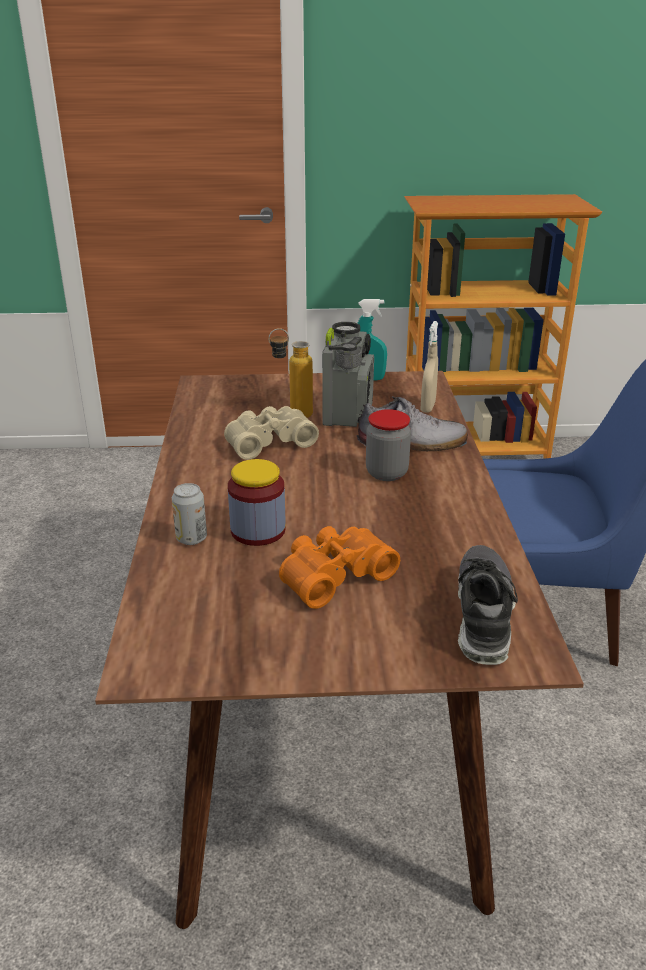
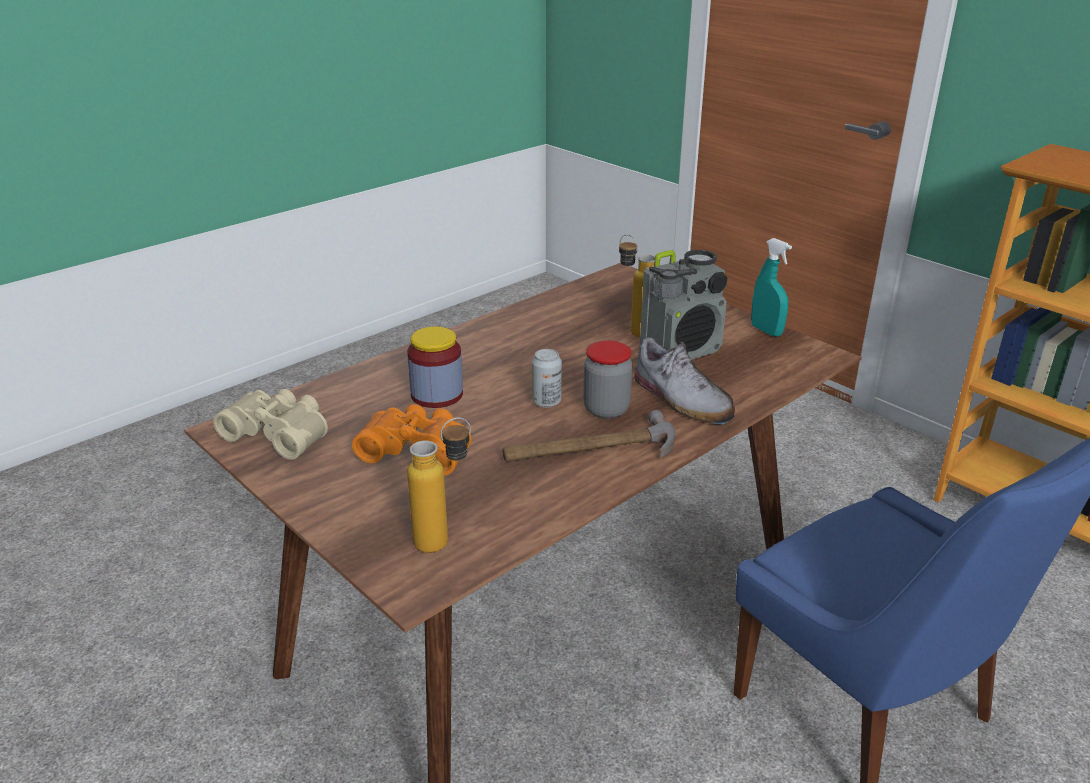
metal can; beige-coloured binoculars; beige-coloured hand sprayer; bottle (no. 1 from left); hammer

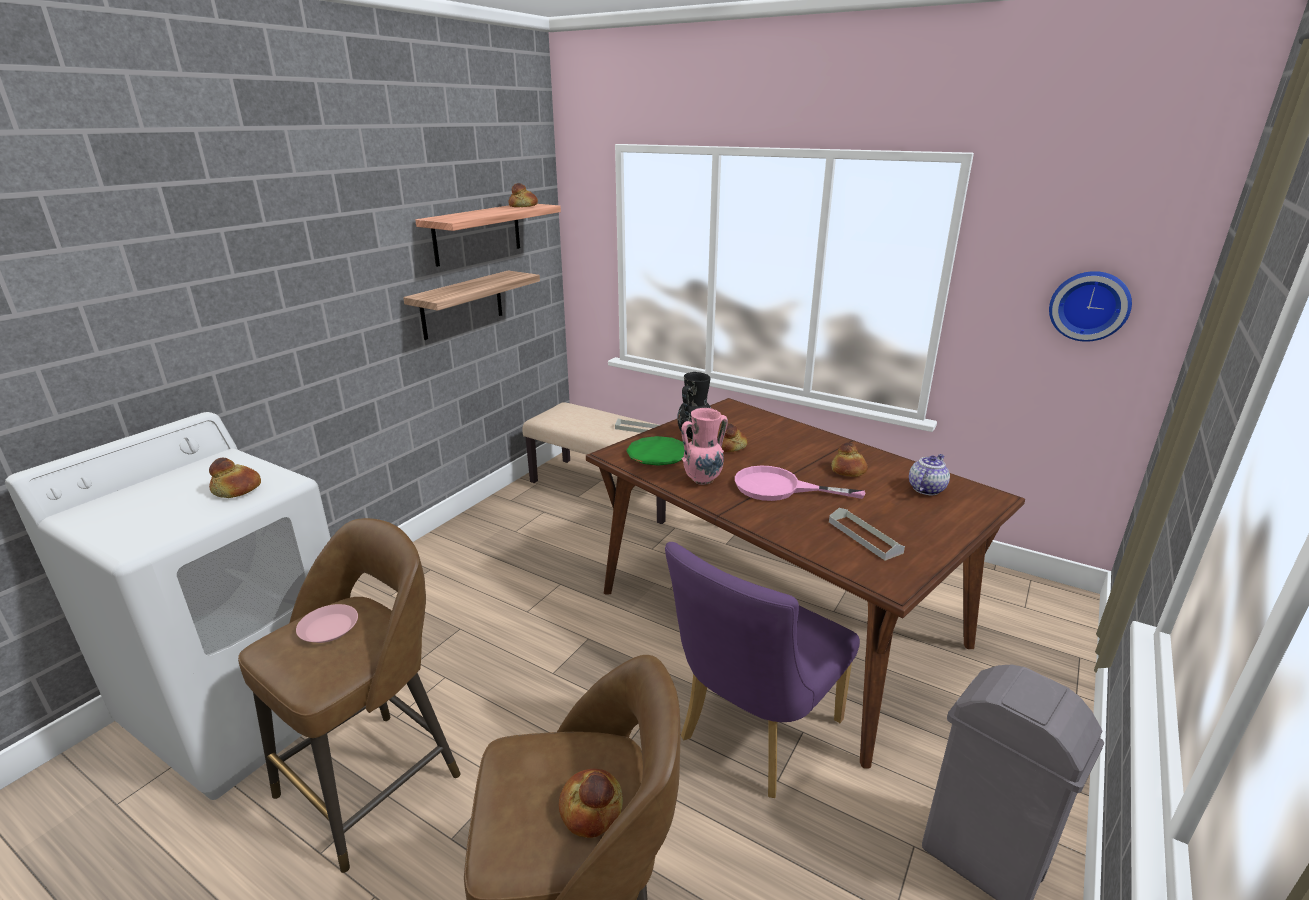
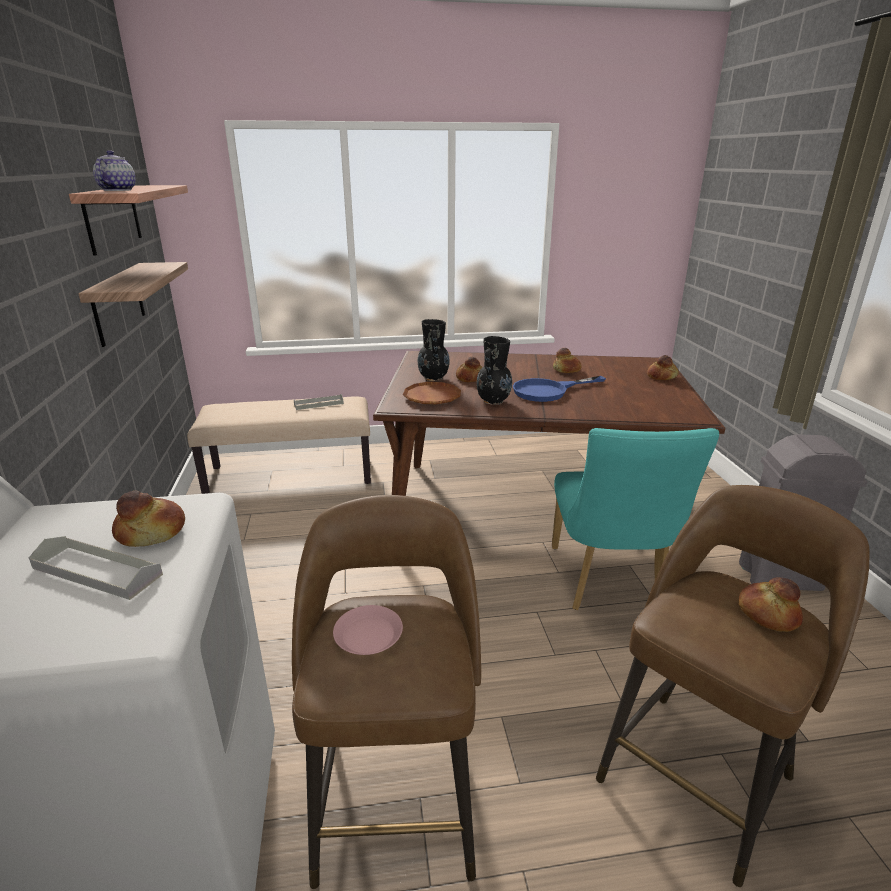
bakery bread (no. 4 from left); brownish flat dish; turquoise plain chair; blackish decorative vase (no. 2 from left); blue frying pan; greyish tray (no. 1 from left); pot for tea; clock on the wall

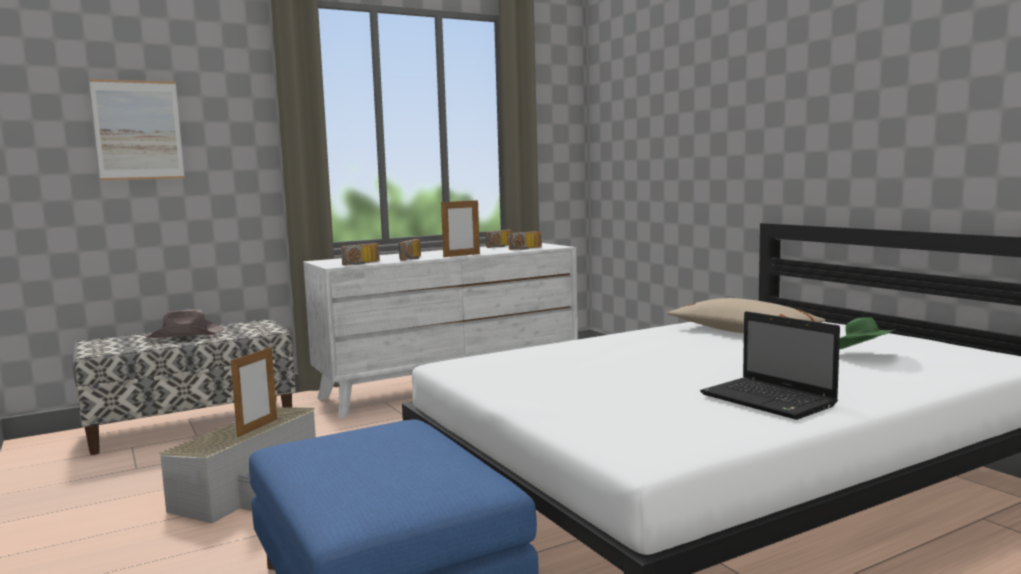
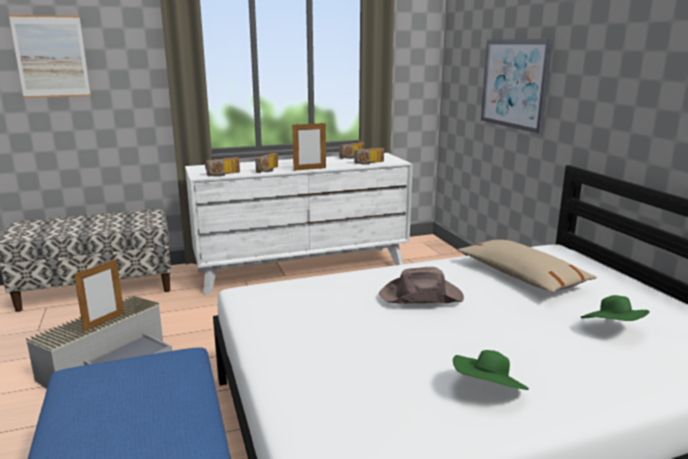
brownish hat; greenish hat (no. 1 from left); wall art (no. 2 from left)

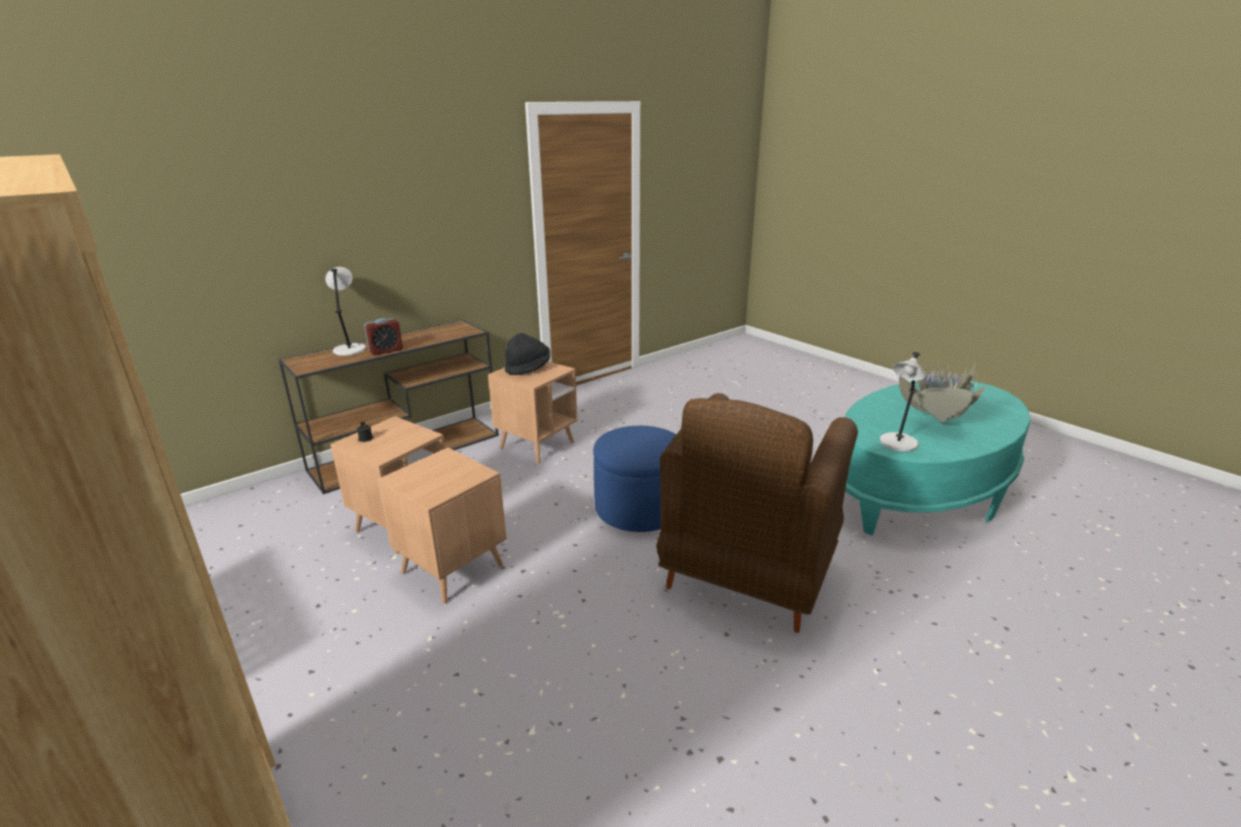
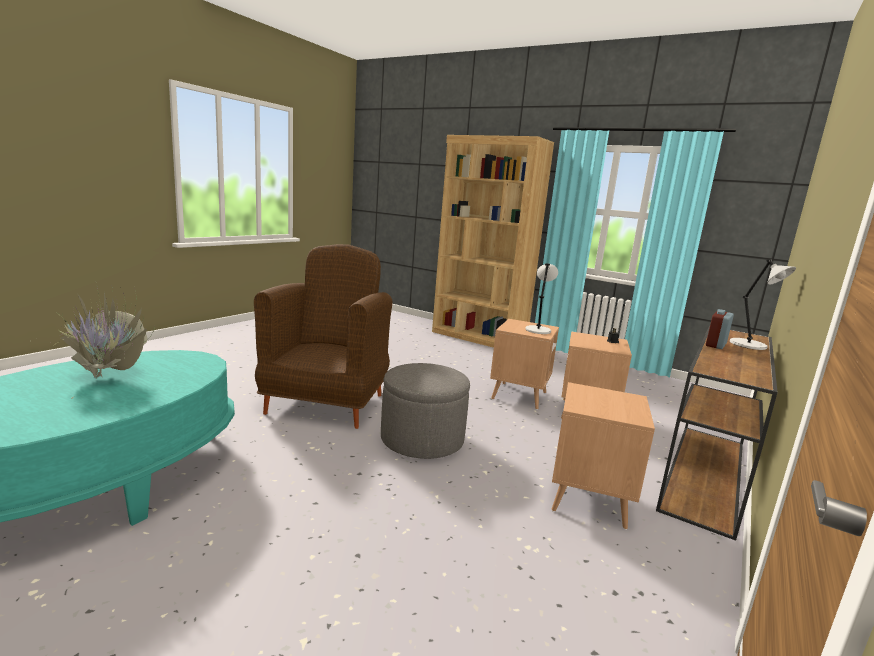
blackish hat; greyish footrest; greyish lamp for a table (no. 1 from left)

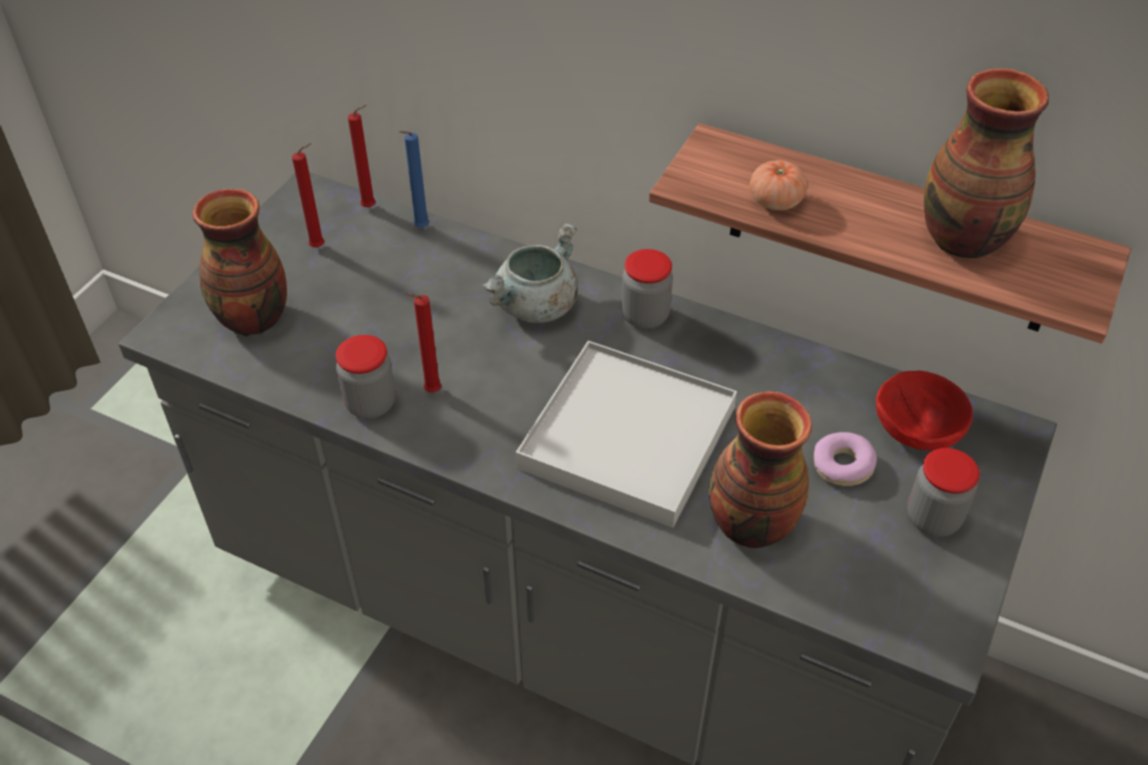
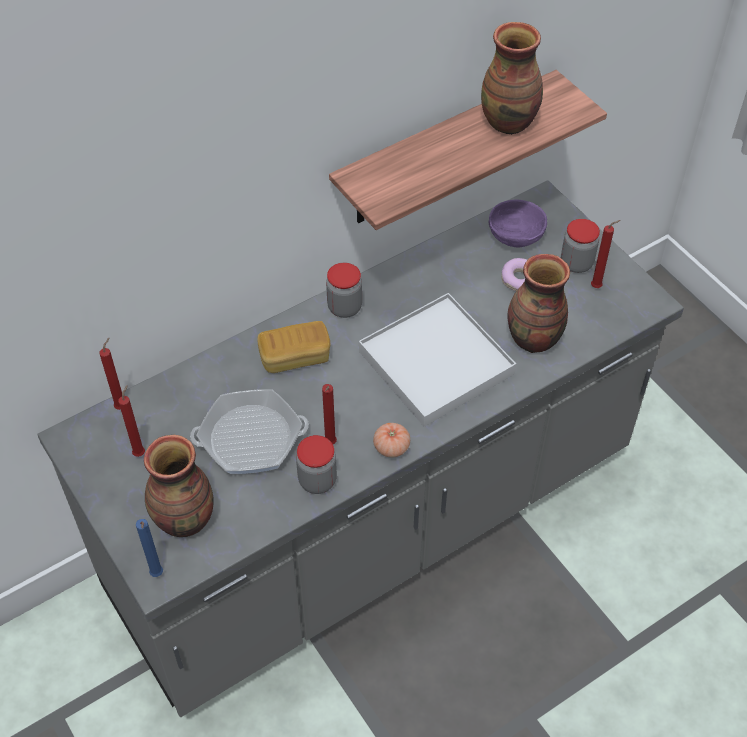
blue candle; bakery bread; fresh tomato; purplish serving bowl; frying pan; red candle (no. 4 from left)

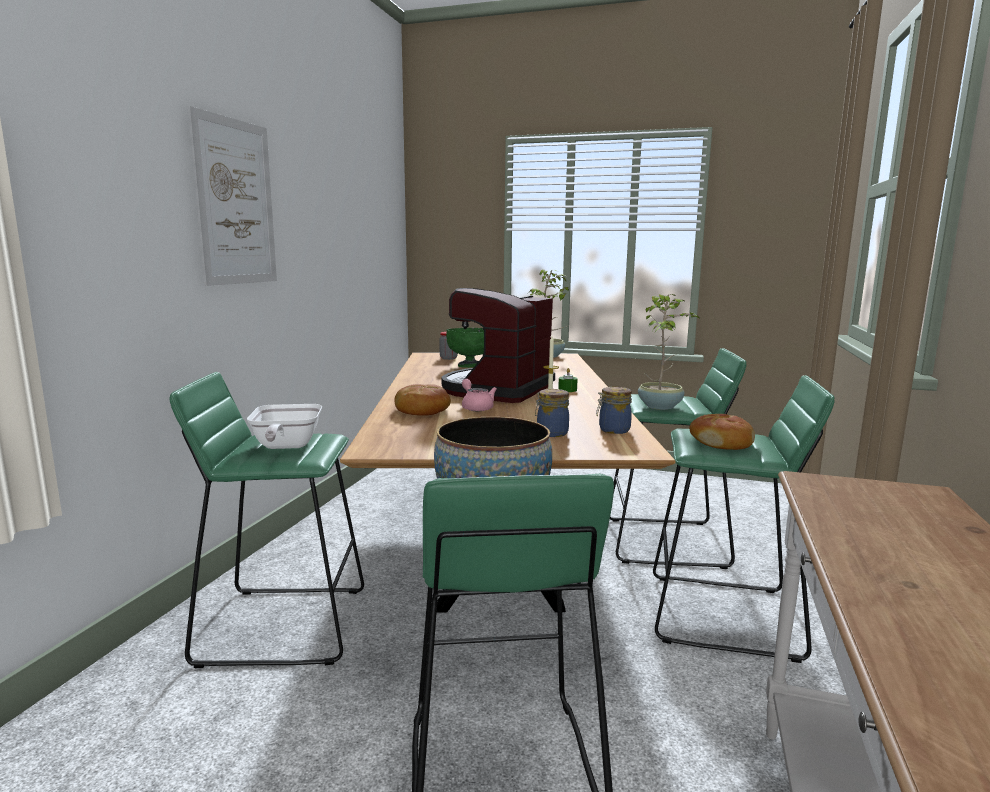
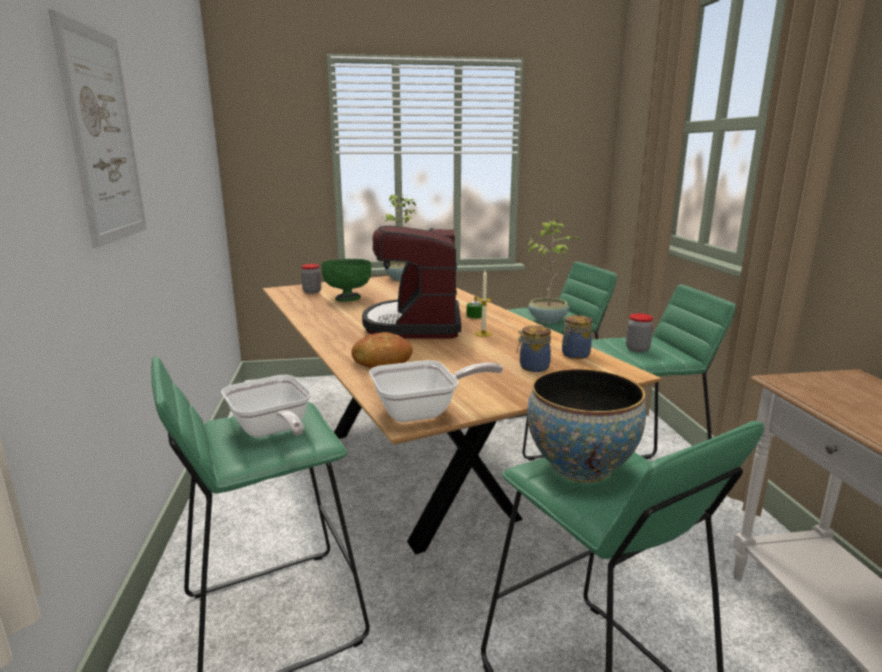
pink-coloured pot for tea; preserve jar (no. 4 from left); frying pan (no. 2 from left)

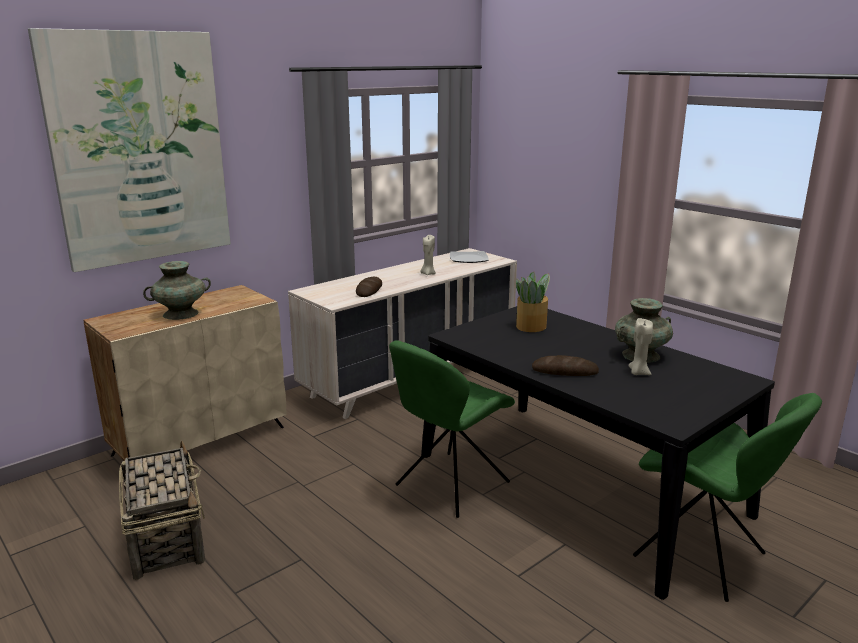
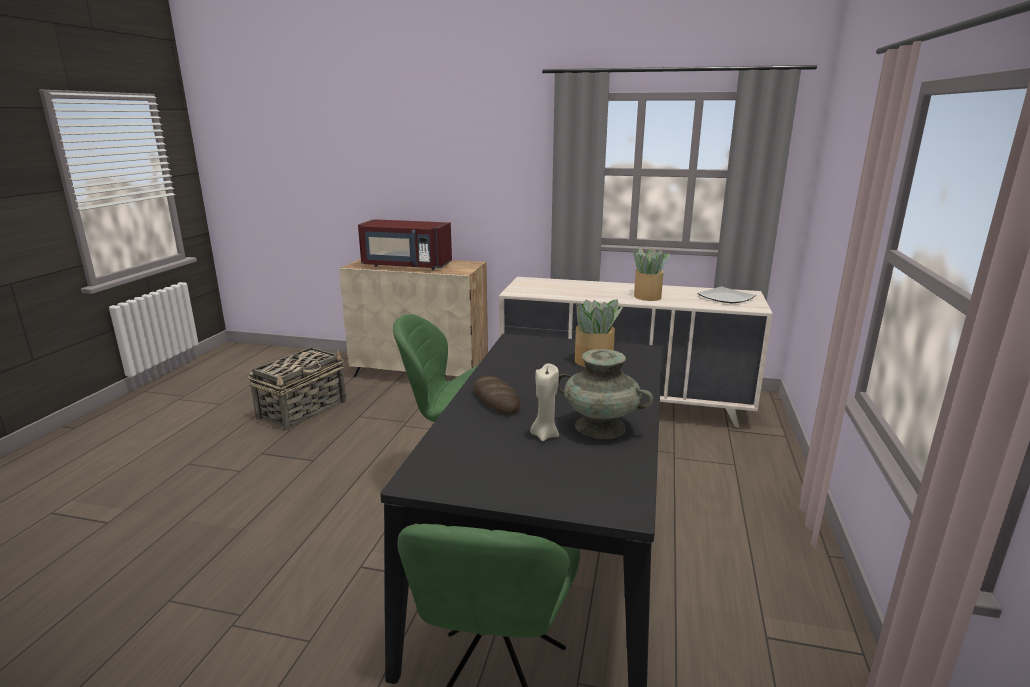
wall art; red microwave; bakery bread (no. 1 from left in the first image); houseplant (no. 2 from left)

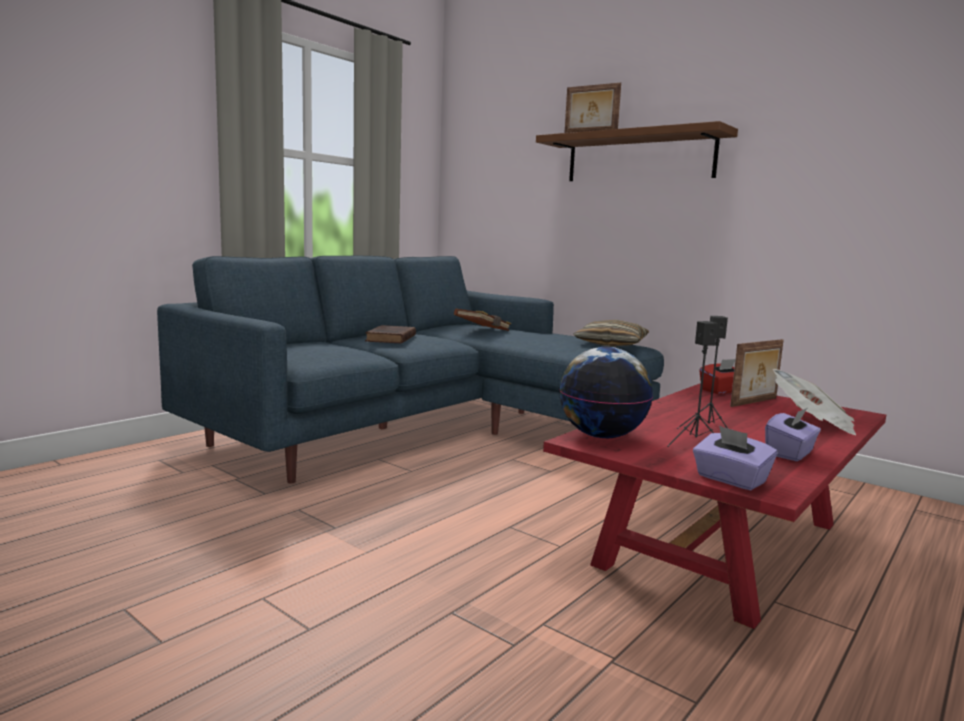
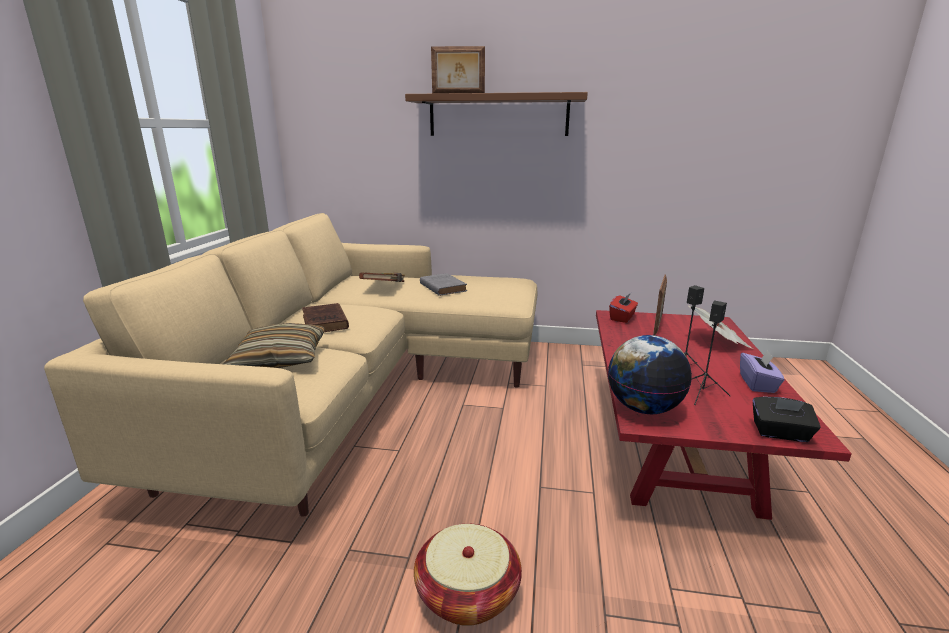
beige-coloured couch; pillow; blackish box of tissues; household basket; greyish book

